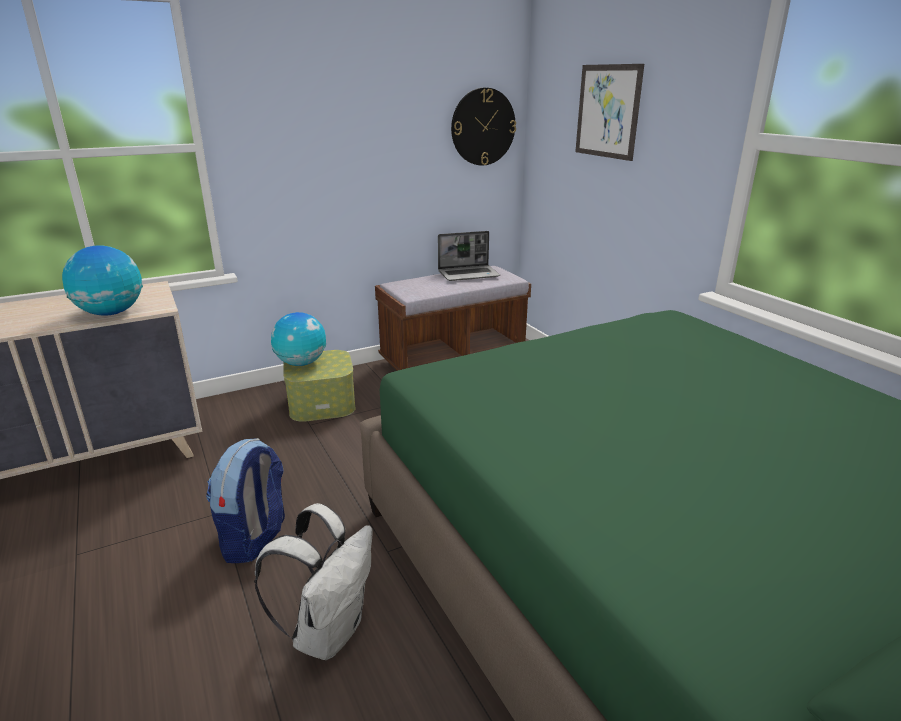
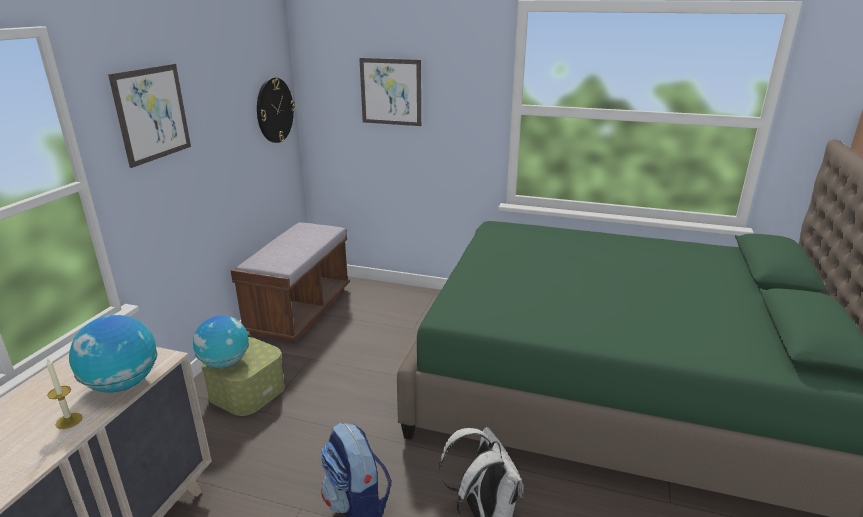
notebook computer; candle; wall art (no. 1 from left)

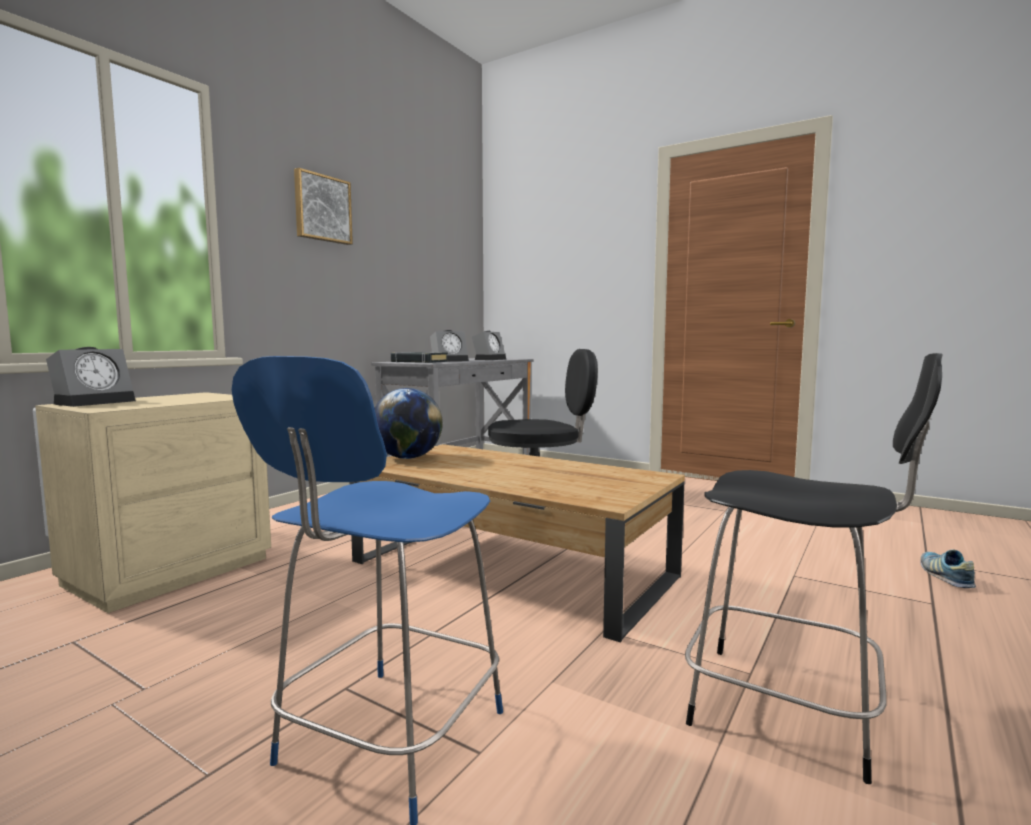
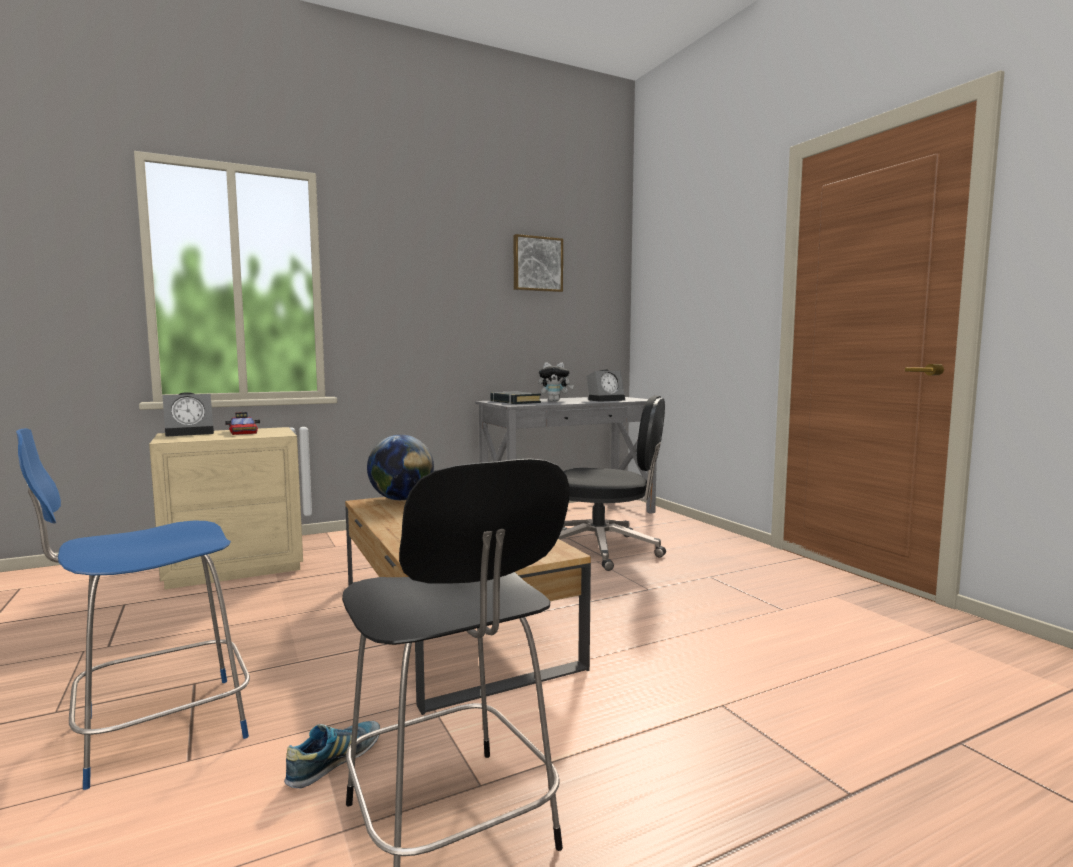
wall art; cuddly toy; shoe; model car

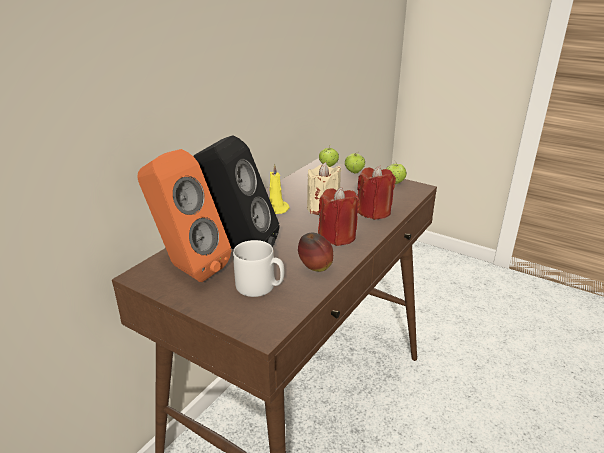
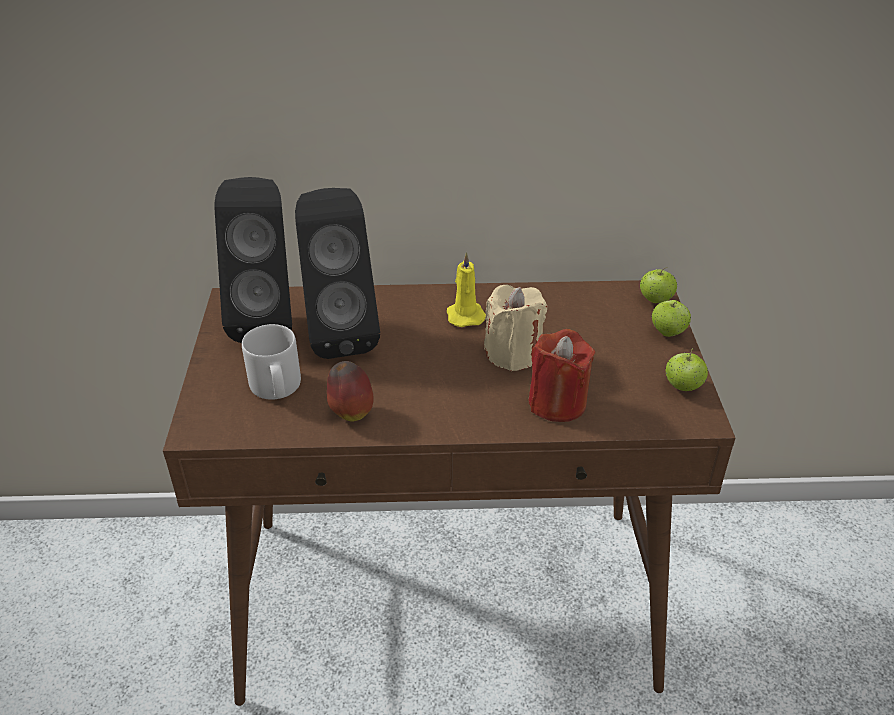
blackish speaker (no. 1 from left); red candle (no. 1 from left in the first image)

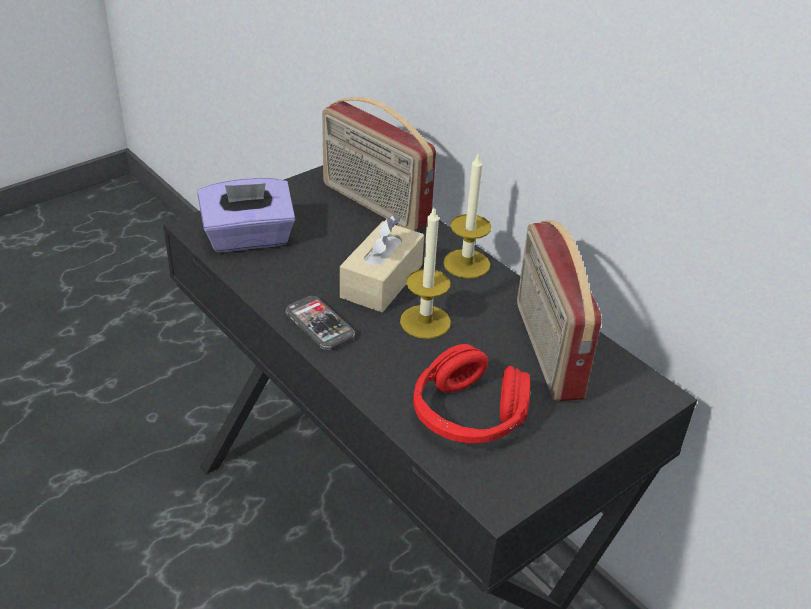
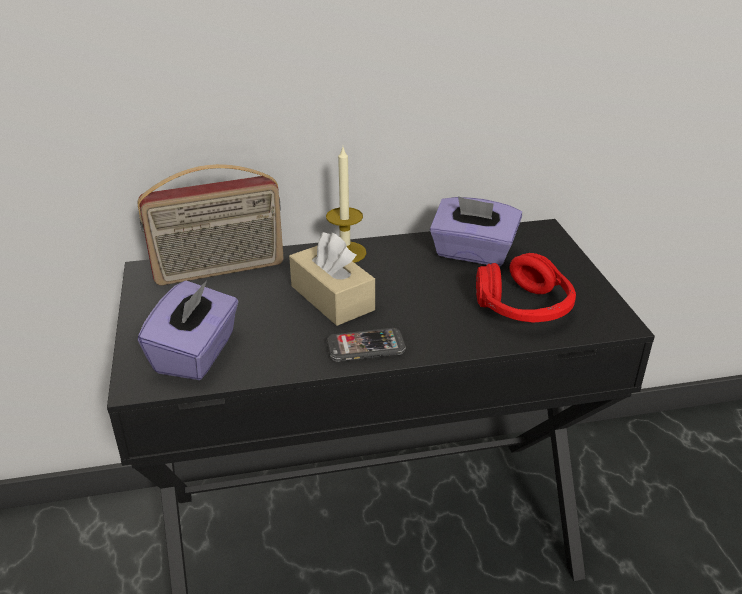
candle (no. 1 from left in the first image); purplish box of tissues (no. 2 from left)

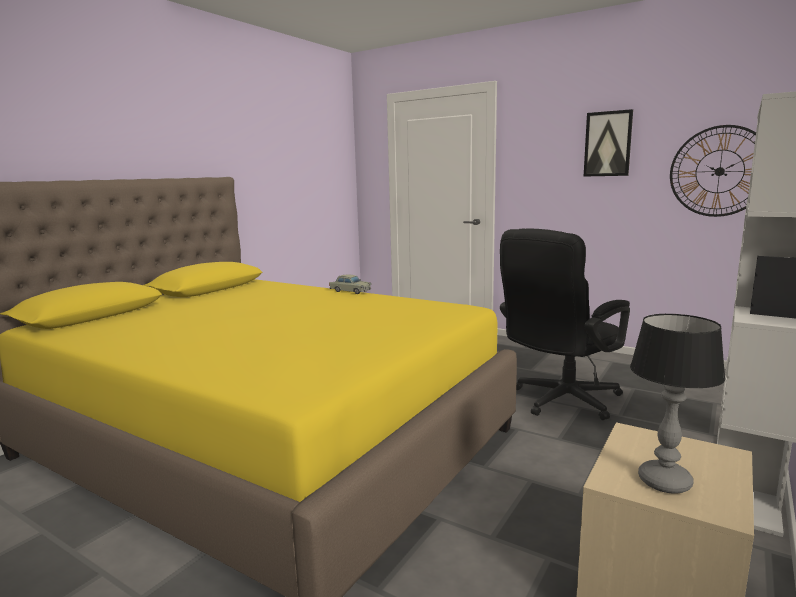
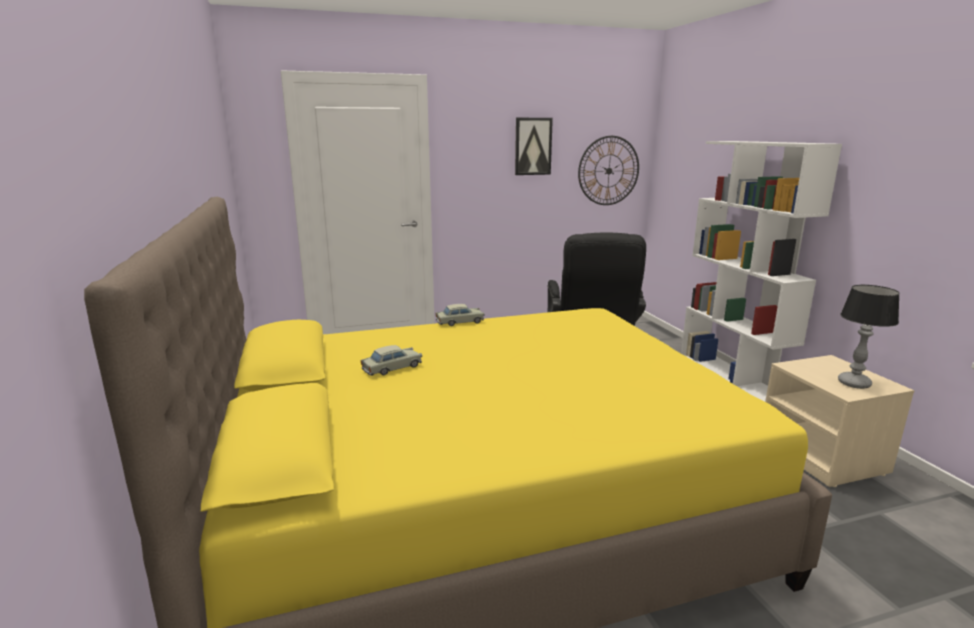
beige-coloured model car (no. 1 from left)

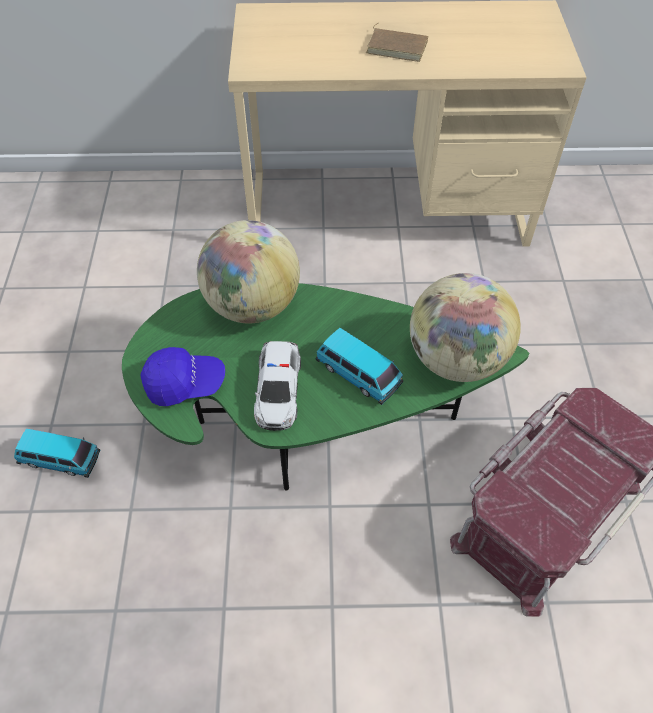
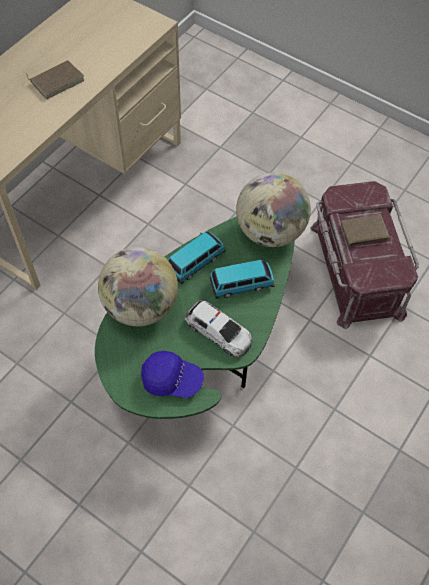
model car (no. 1 from left); blue baseball cap; brownish book (no. 2 from left)

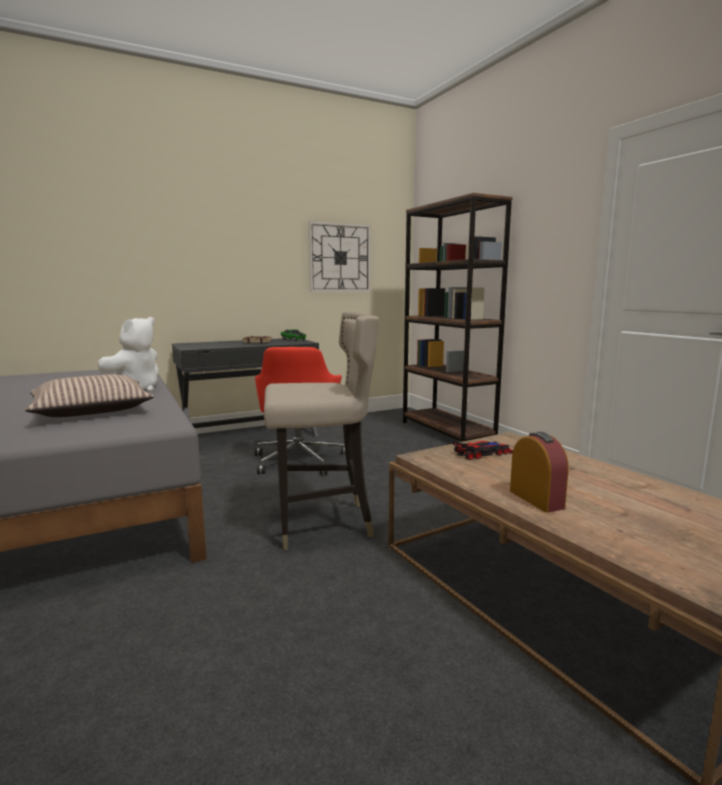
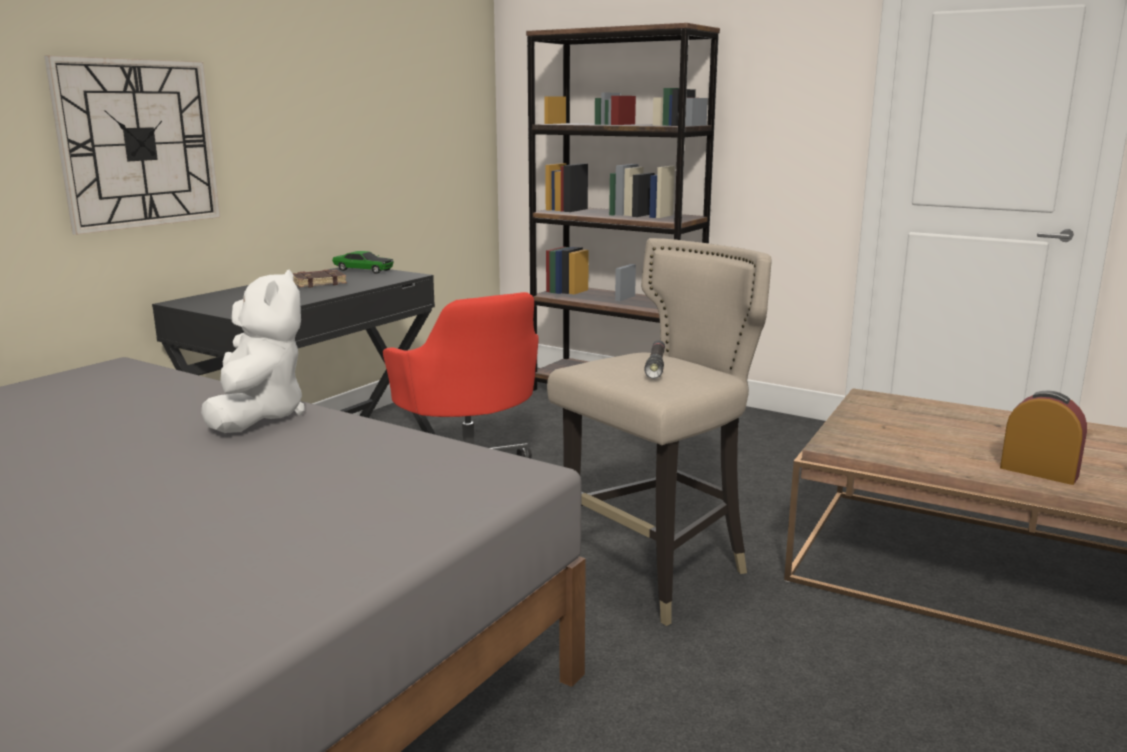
pillow; clock on the wall; model car (no. 2 from left in the first image); blackish torch

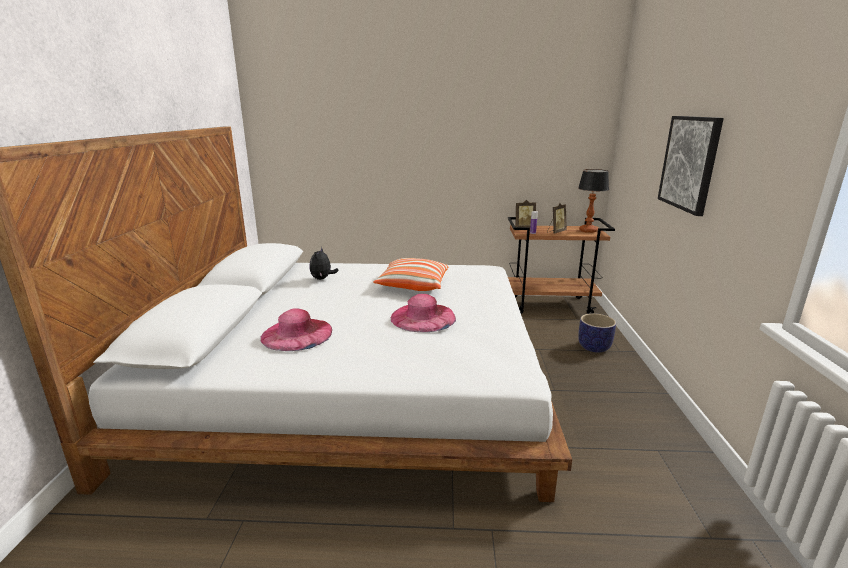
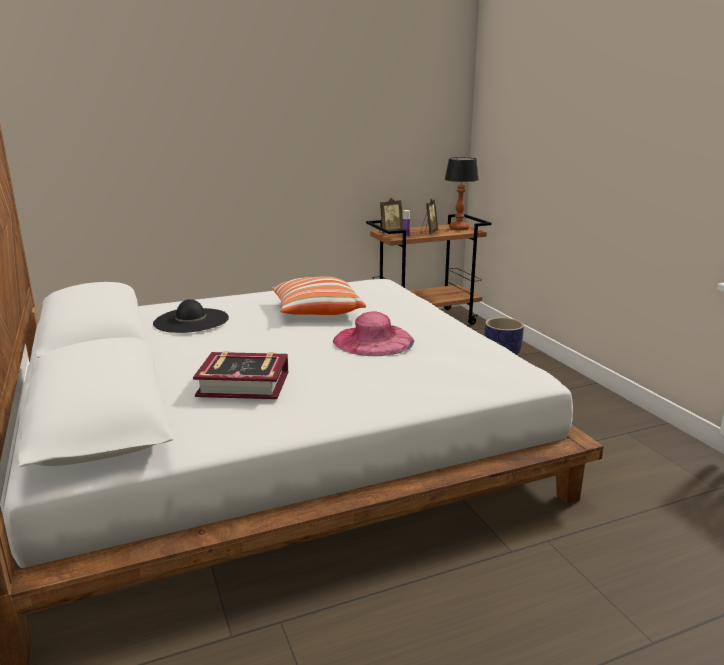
book; blackish hat; wall art

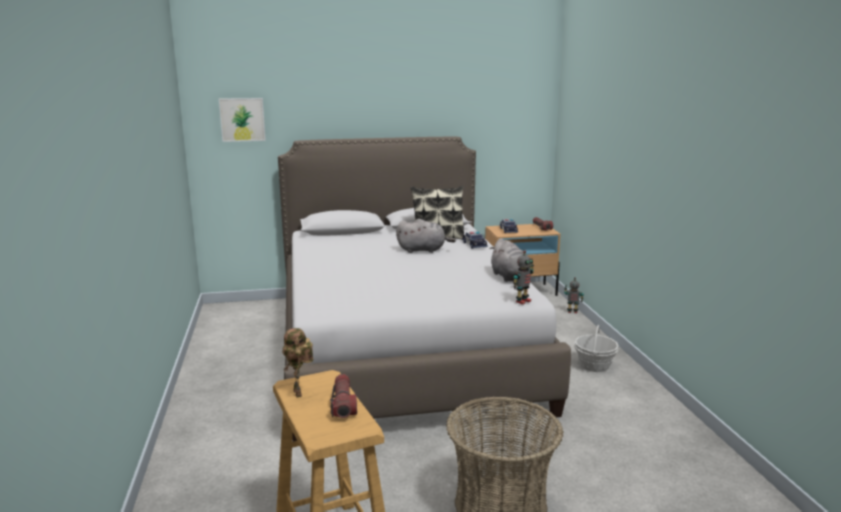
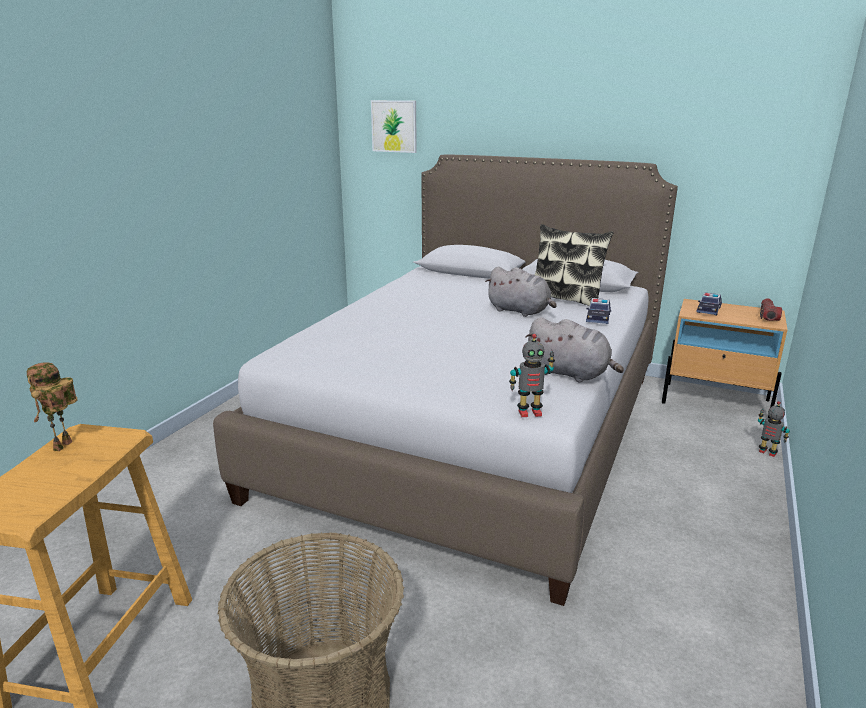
torch (no. 1 from left in the first image); greyish cuddly toy (no. 2 from left); household basket (no. 2 from left in the first image)

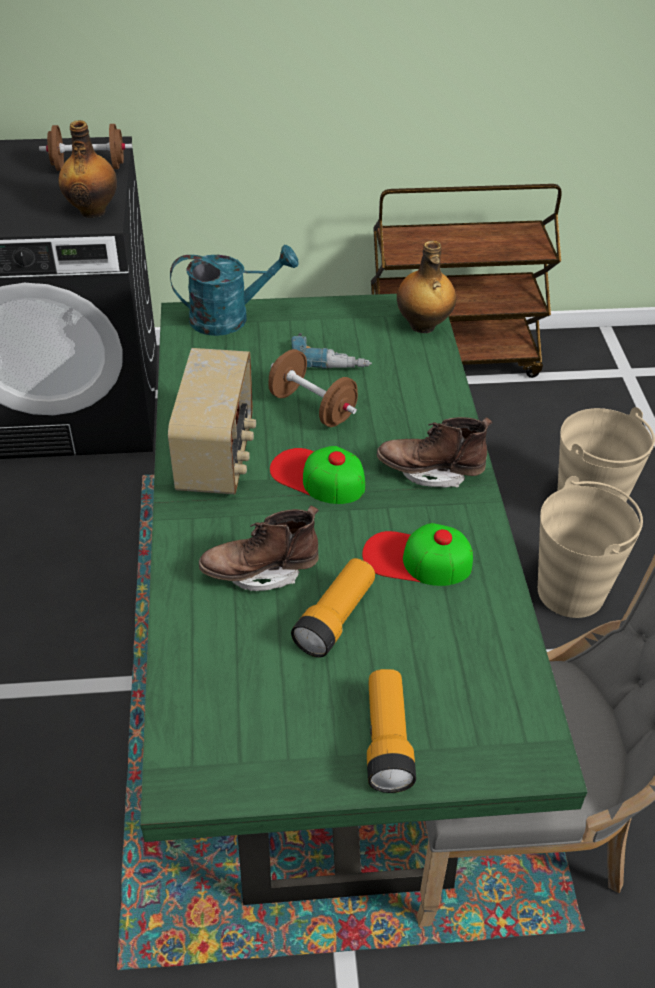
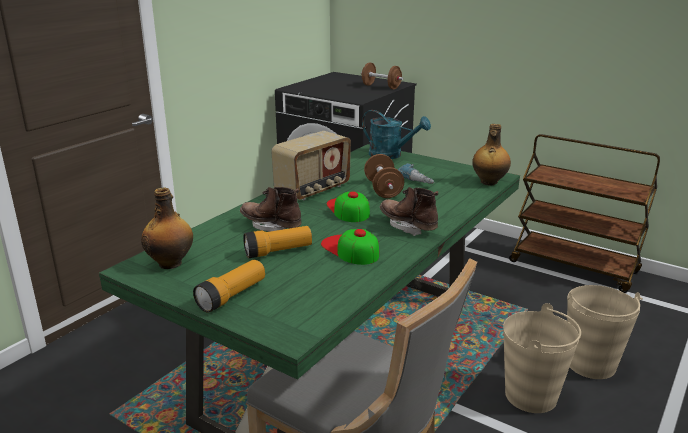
bottle (no. 1 from left)

